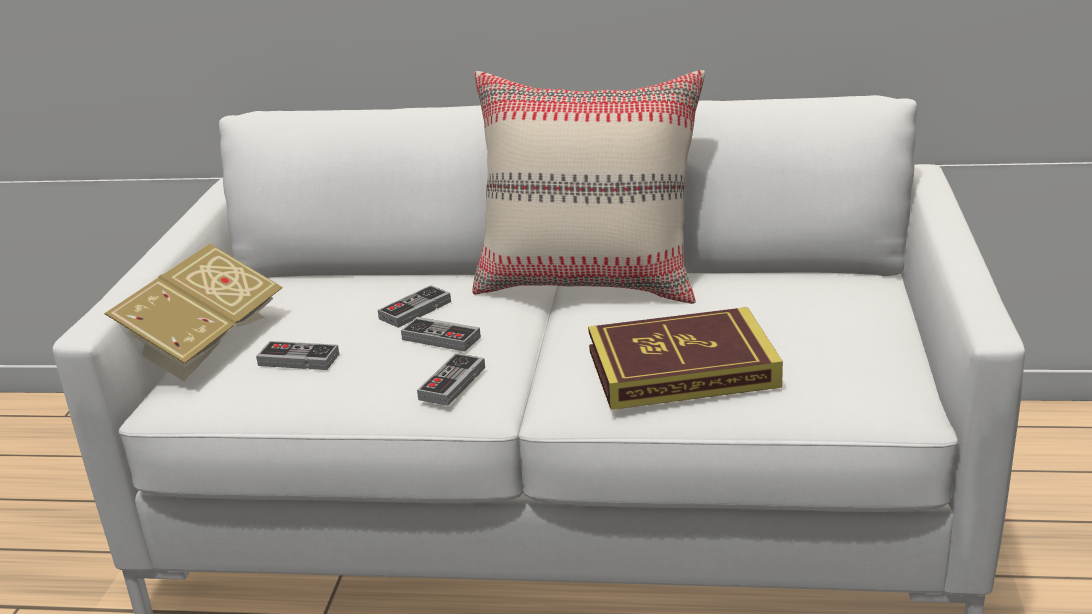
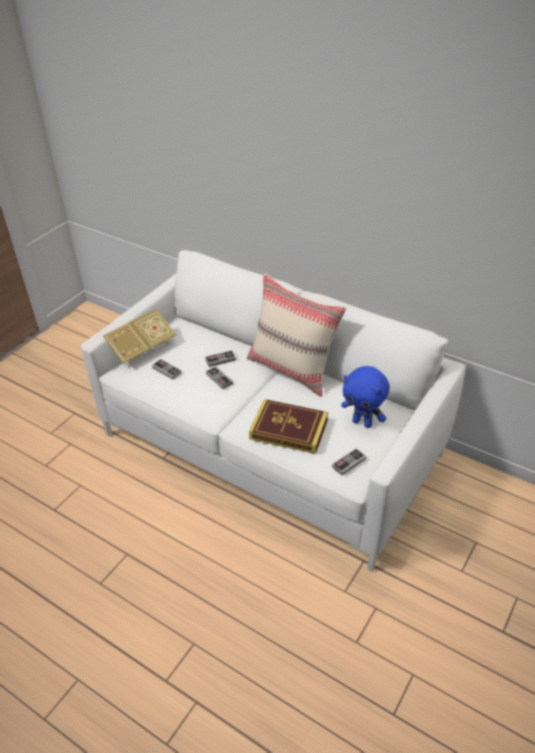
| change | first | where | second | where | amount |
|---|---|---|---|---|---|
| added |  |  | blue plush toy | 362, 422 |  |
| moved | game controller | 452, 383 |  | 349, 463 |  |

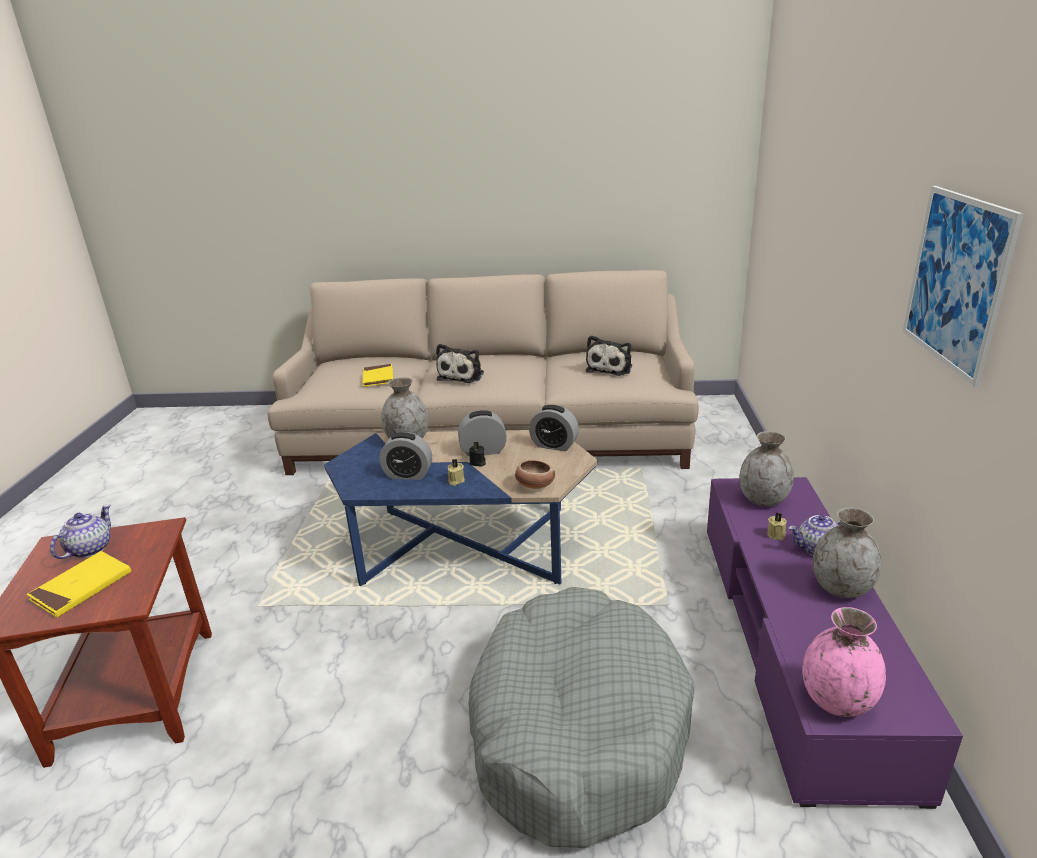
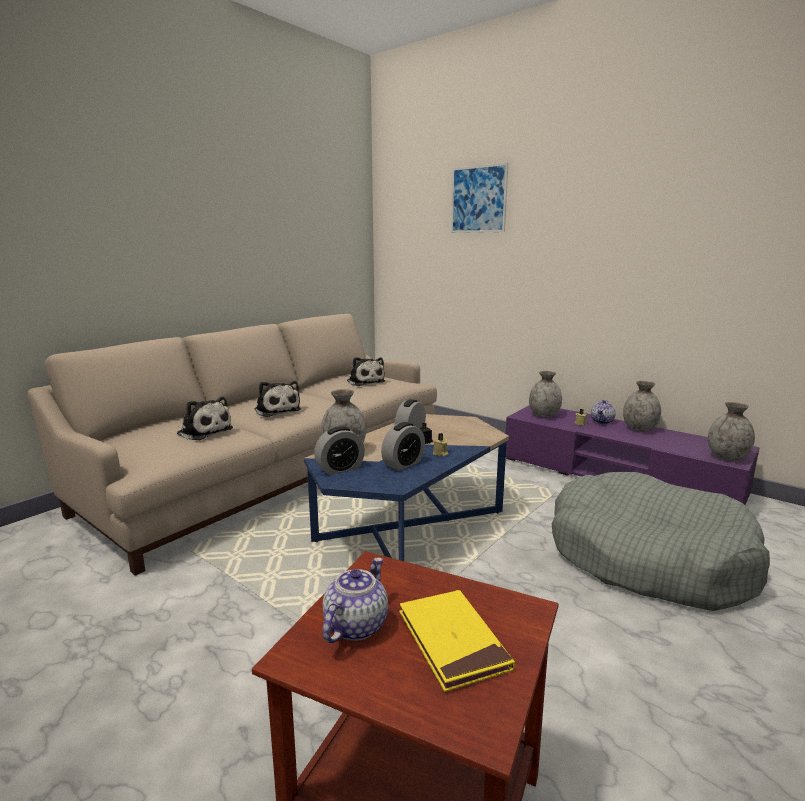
| change | first | where | second | where | amount |
|---|---|---|---|---|---|
| removed | serving bowl | 534, 485 |  |  |  |
| moved | table clock | 554, 445 |  | 340, 469 |  |
| moved | wall art | 956, 281 |  | 478, 199 |  |
| replaced | yellowish volume | 378, 378 | plush toy | 203, 431 |  |
| recoloured | pink vase | 837, 701 | greyish vase | 727, 457 |  |
| turned | pot for tea | 90, 549 |  | 355, 625 | 60 degrees clockwise |

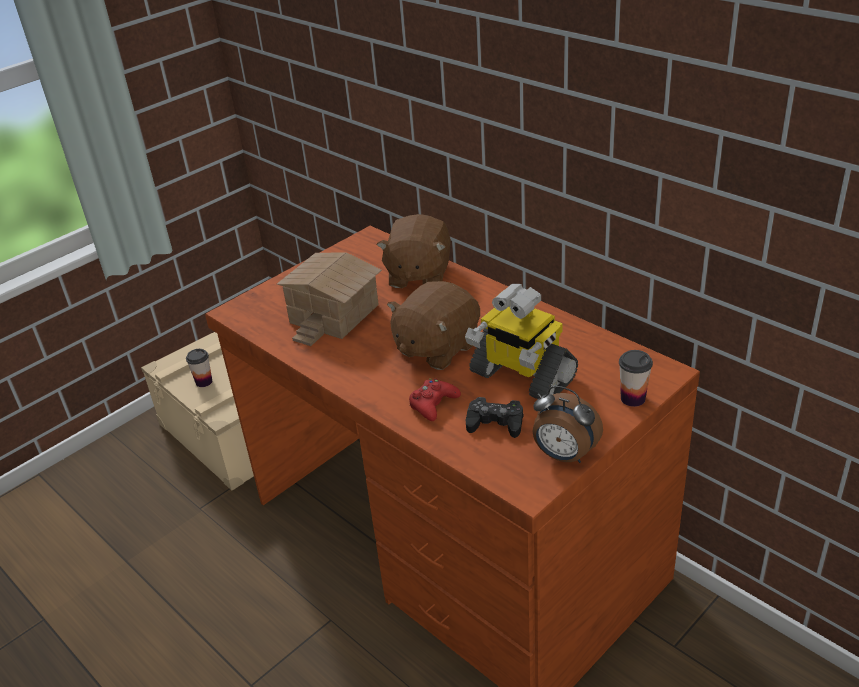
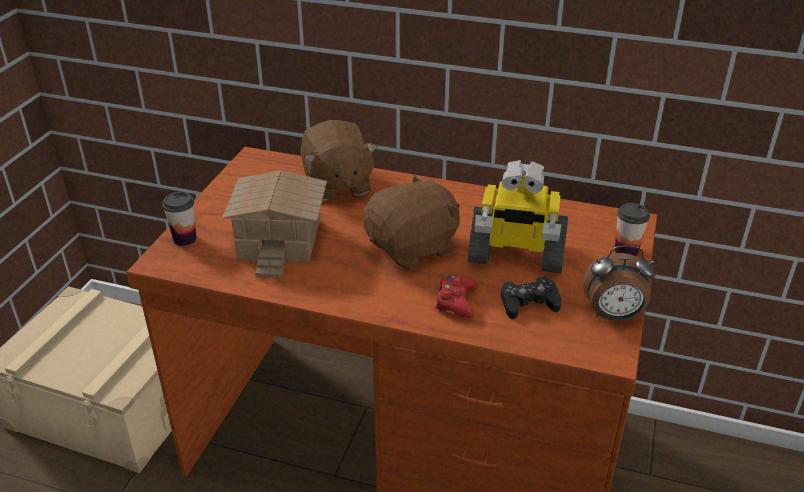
| change | first | where | second | where | amount |
|---|---|---|---|---|---|
| moved | small cup | 204, 382 |  | 185, 239 |  |
| turned | brownish plush toy | 436, 348 |  | 413, 248 | 135 degrees counterclockwise |

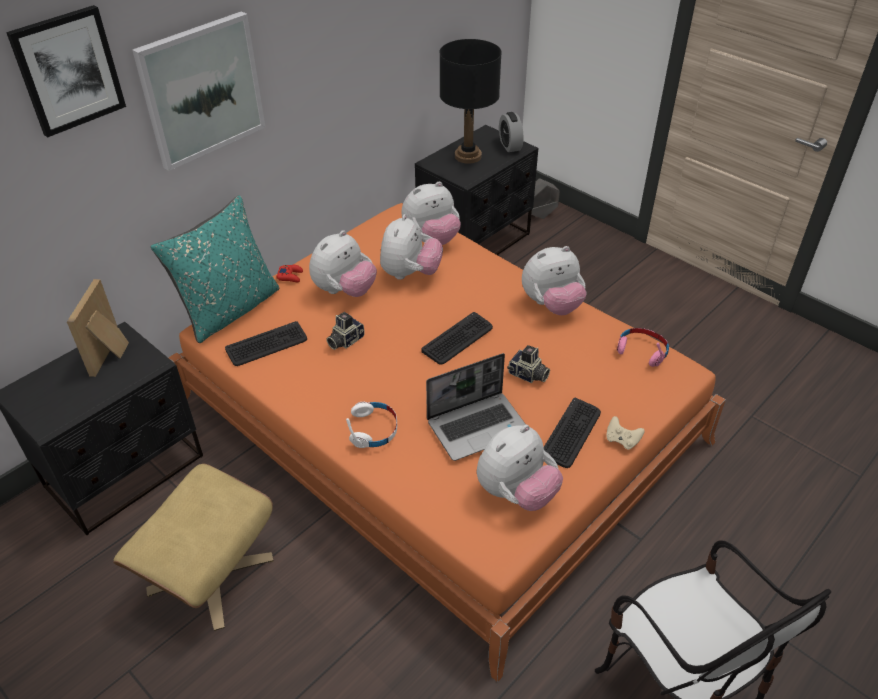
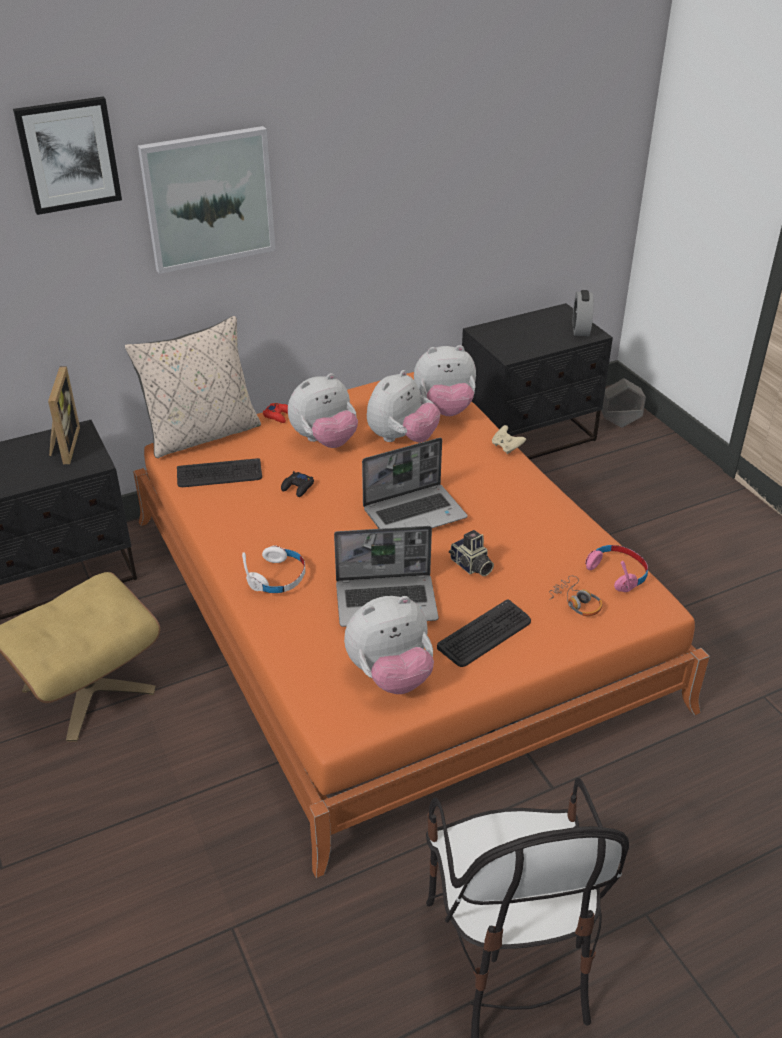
| change | first | where | second | where | amount |
|---|---|---|---|---|---|
| removed | black-coloured table lamp | 468, 156 |  |  |  |
| removed | plush toy | 552, 305 |  |  |  |
| added |  |  | headphones | 576, 602 |  |
| moved | beige-coloured game controller | 622, 440 |  | 506, 447 |  |
| replaced | still camera | 344, 340 | black-coloured game controller | 298, 487 |  |
| replaced | PC keyboard | 458, 339 | notebook computer | 415, 513 |  |
| recoloured | turquoise-coloured cushion | 230, 310 | beige-coloured cushion | 203, 434 |  |
| turned | standing frame | 112, 354 |  | 63, 446 | 150 degrees clockwise |

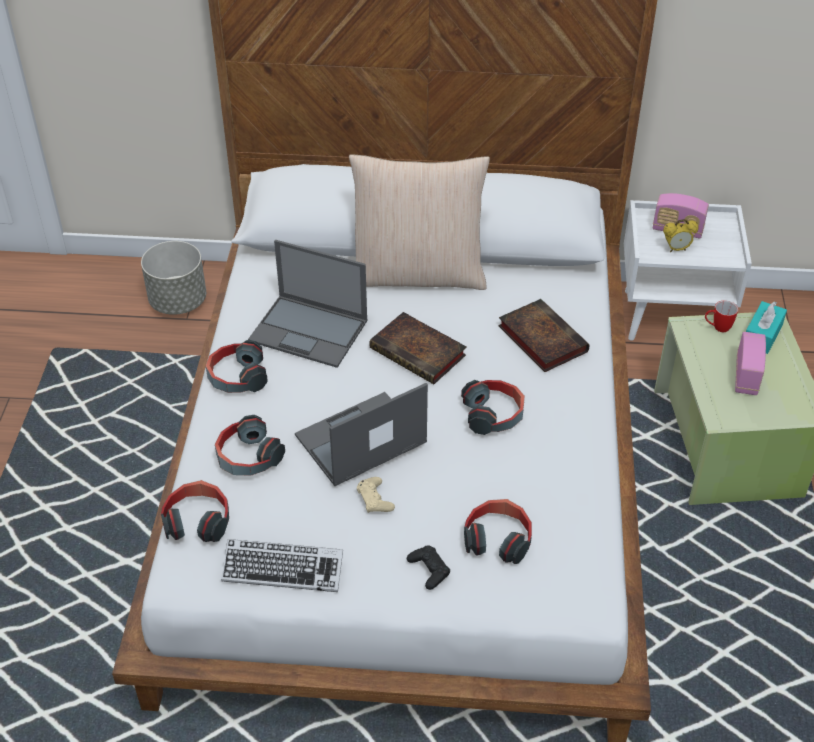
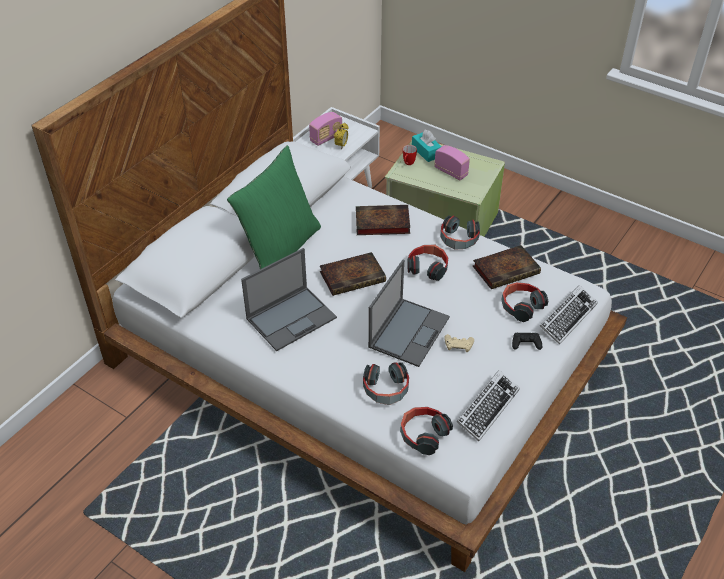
| change | first | where | second | where | amount |
|---|---|---|---|---|---|
| removed | greyish flower pot | 179, 301 |  |  |  |
| added |  |  | volume | 507, 269 |  |
| added |  |  | PC keyboard | 567, 317 |  |
| moved | headphones | 237, 377 |  | 458, 239 |  |
| recoloured | beige-coloured cushion | 418, 273 | green cushion | 280, 249 |  |
| turned | notebook computer | 359, 440 |  | 409, 331 | 150 degrees counterclockwise |

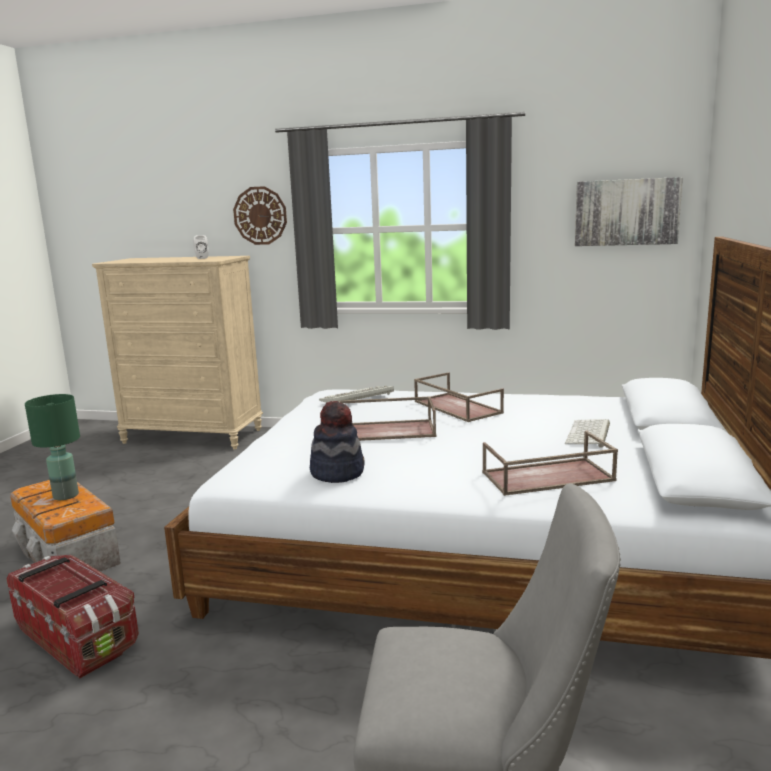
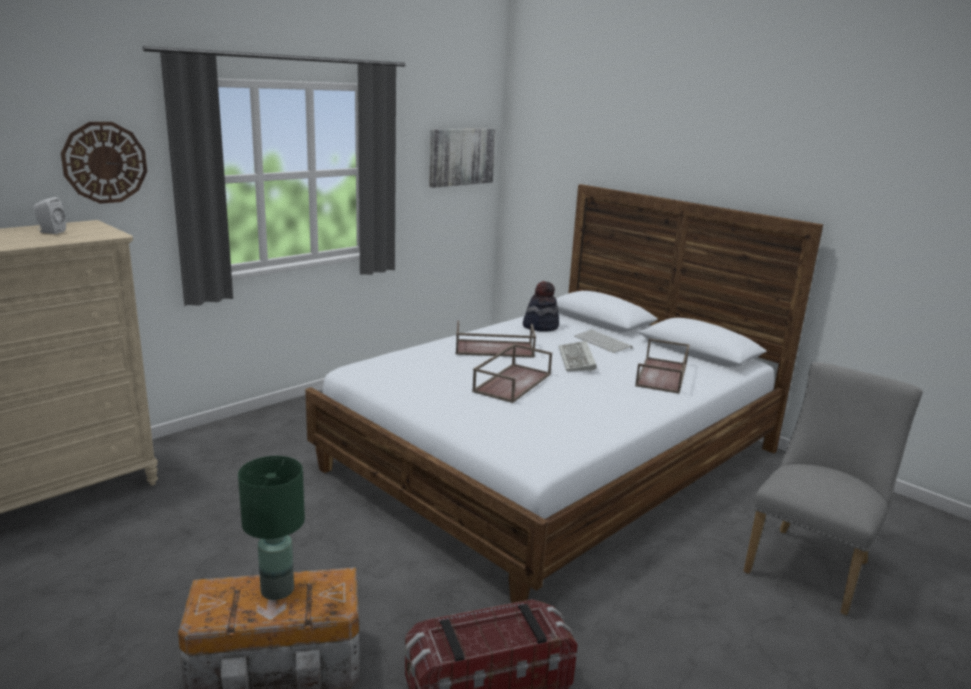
| change | first | where | second | where | amount |
|---|---|---|---|---|---|
| moved | wearable hat | 337, 472 |  | 540, 326 |  |
| moved | PC keyboard | 356, 398 |  | 577, 360 |  |

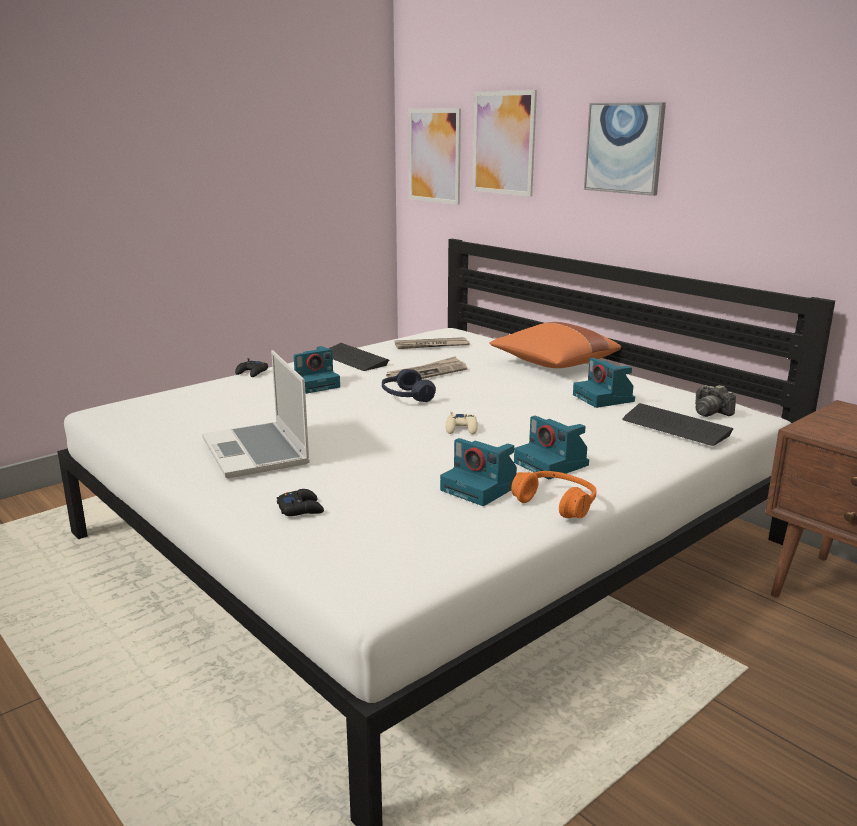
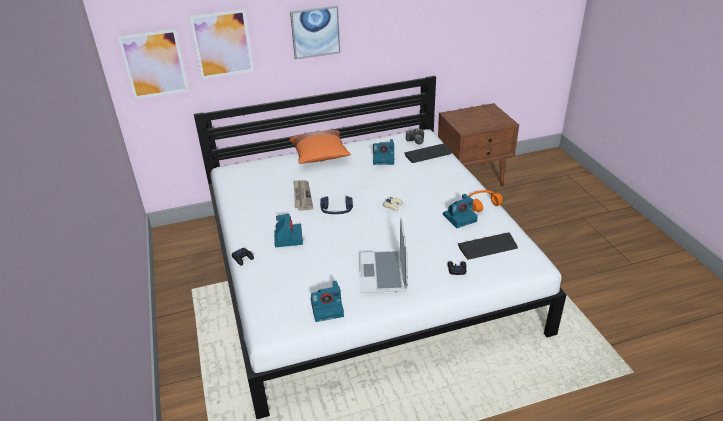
| change | first | where | second | where | amount |
|---|---|---|---|---|---|
| removed | printed paper | 430, 346 |  |  |  |
| moved | PC keyboard | 353, 359 |  | 487, 247 |  |
| moved | still camera | 552, 464 |  | 327, 308 |  |
| turned | notebook computer | 257, 452 |  | 383, 273 | 90 degrees clockwise |

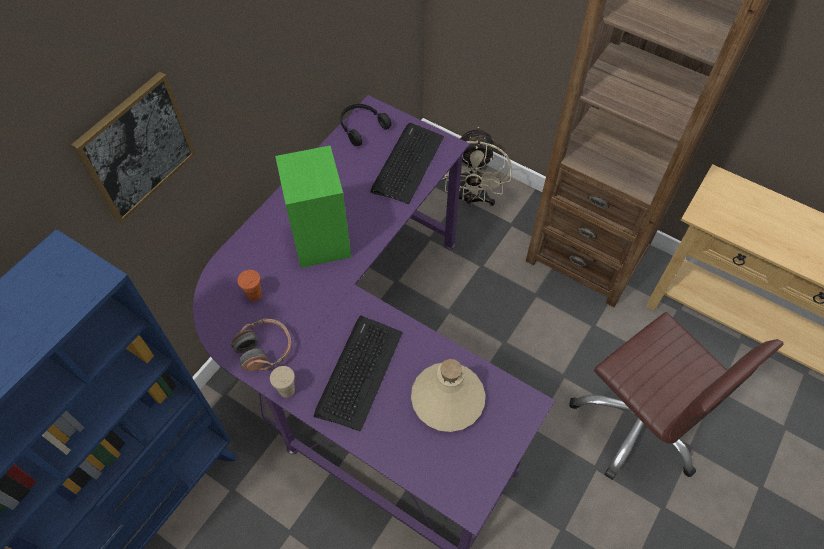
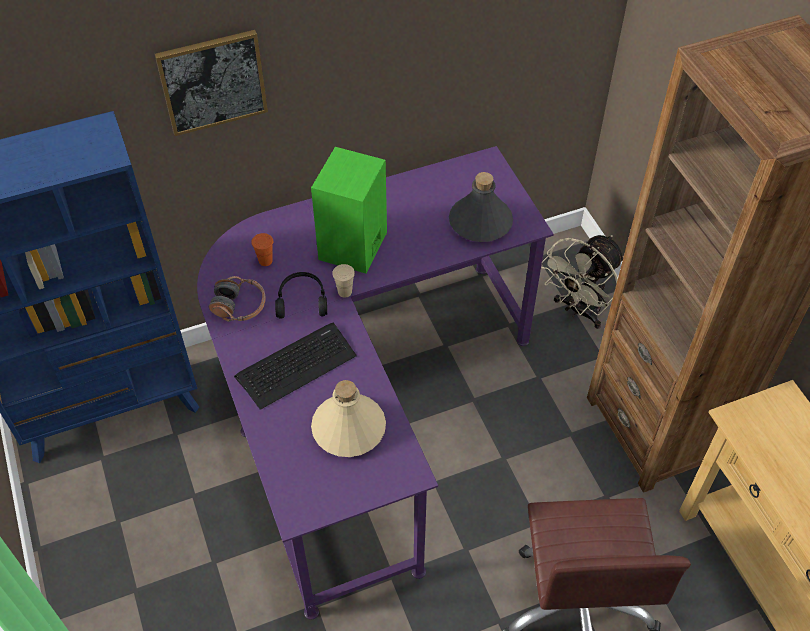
| change | first | where | second | where | amount |
|---|---|---|---|---|---|
| moved | beige-coloured small cup | 287, 390 |  | 345, 292 |  |
| moved | black-coloured headphones | 361, 127 |  | 302, 300 |  |
| replaced | PC keyboard | 407, 163 | greyish beverage bottle | 480, 222 |  |

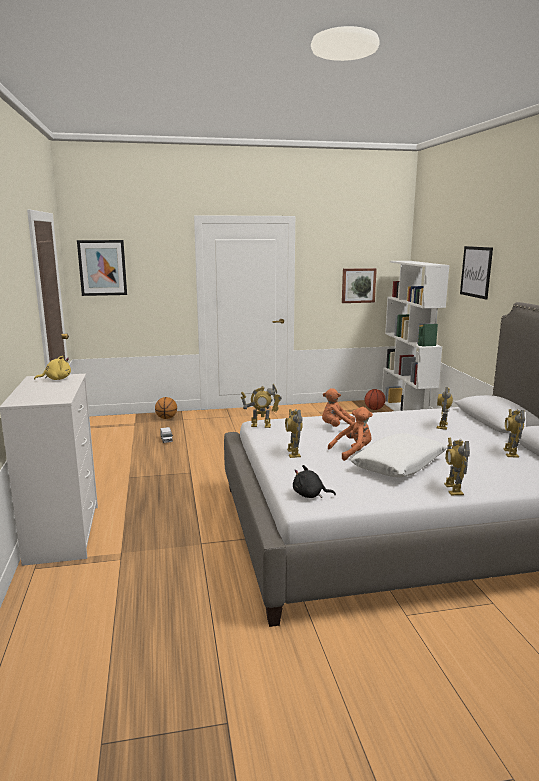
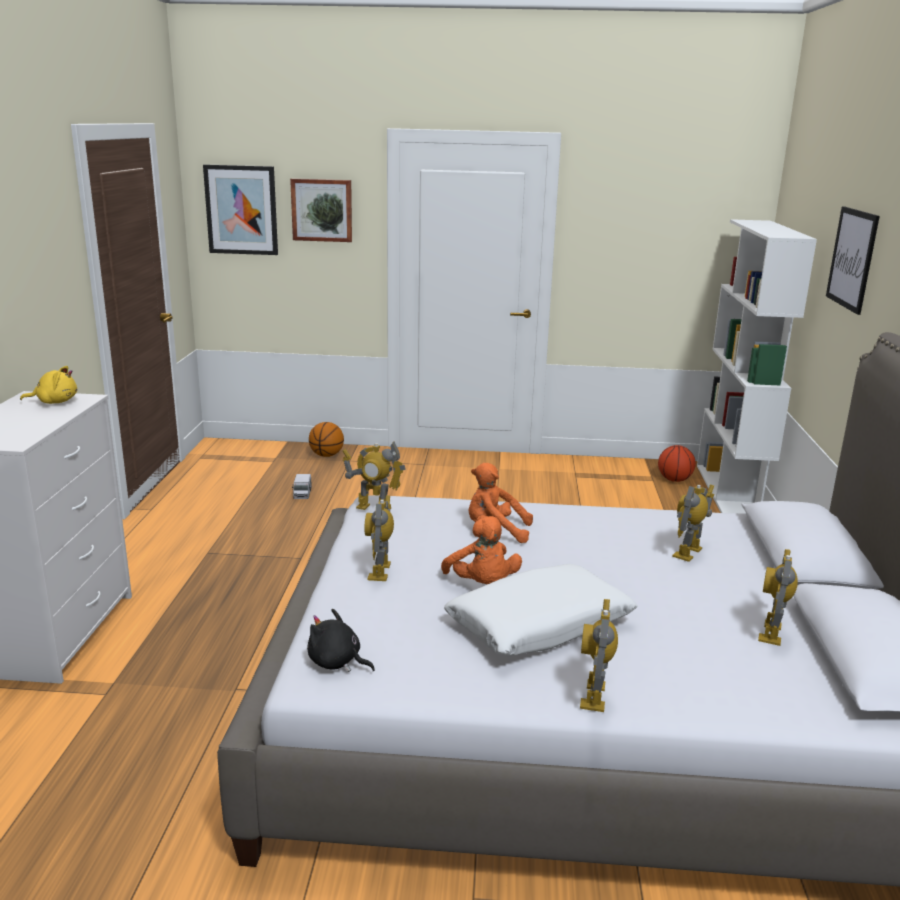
| change | first | where | second | where | amount |
|---|---|---|---|---|---|
| moved | wall art | 358, 285 |  | 322, 210 |  |
| turned | orangey plush toy | 353, 452 |  | 482, 584 | 75 degrees clockwise |

